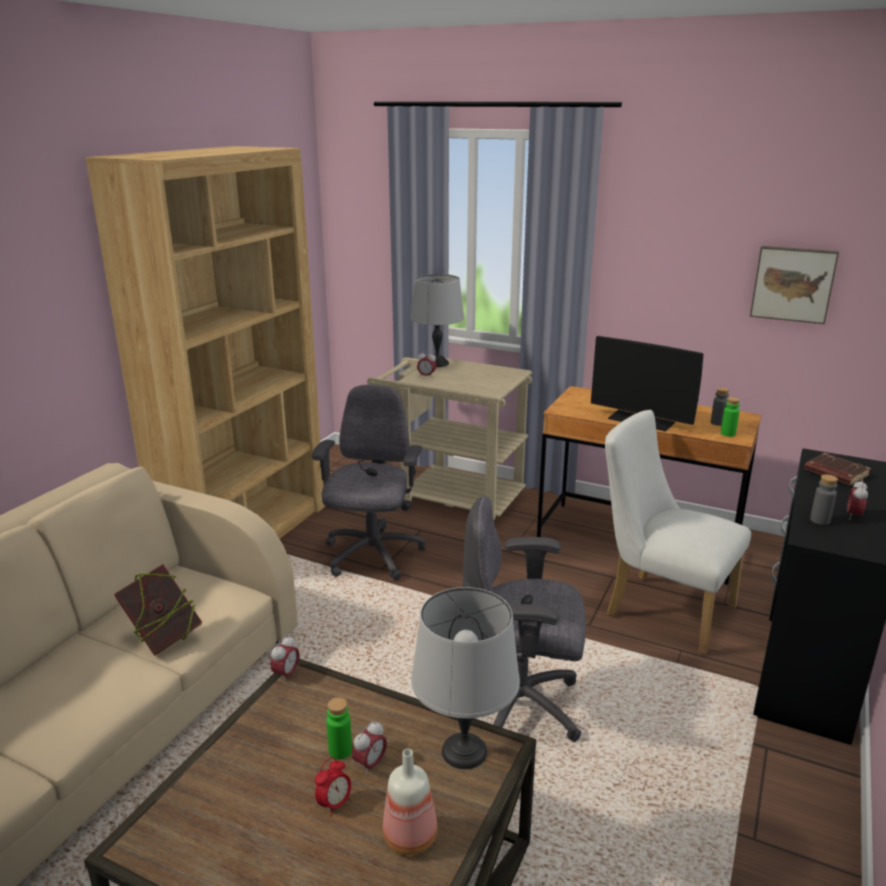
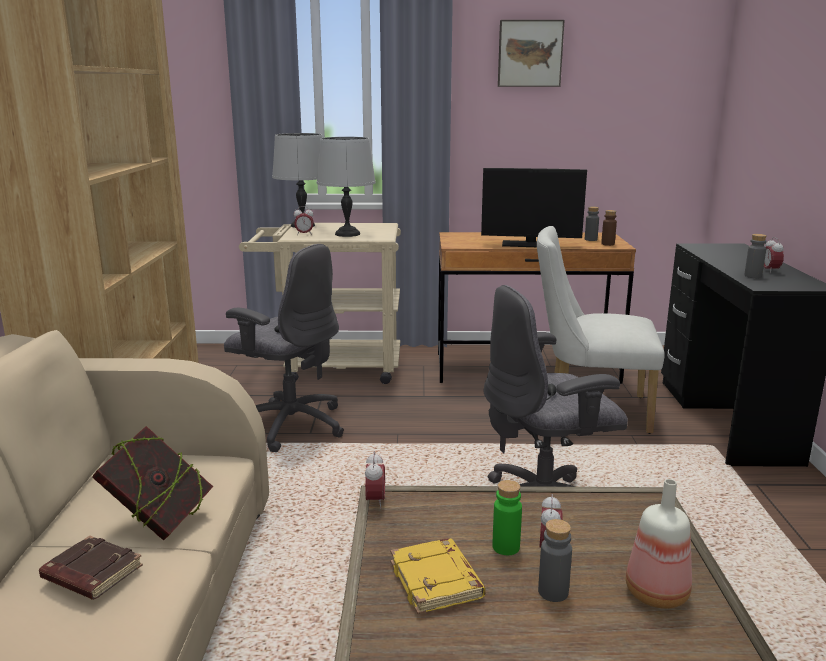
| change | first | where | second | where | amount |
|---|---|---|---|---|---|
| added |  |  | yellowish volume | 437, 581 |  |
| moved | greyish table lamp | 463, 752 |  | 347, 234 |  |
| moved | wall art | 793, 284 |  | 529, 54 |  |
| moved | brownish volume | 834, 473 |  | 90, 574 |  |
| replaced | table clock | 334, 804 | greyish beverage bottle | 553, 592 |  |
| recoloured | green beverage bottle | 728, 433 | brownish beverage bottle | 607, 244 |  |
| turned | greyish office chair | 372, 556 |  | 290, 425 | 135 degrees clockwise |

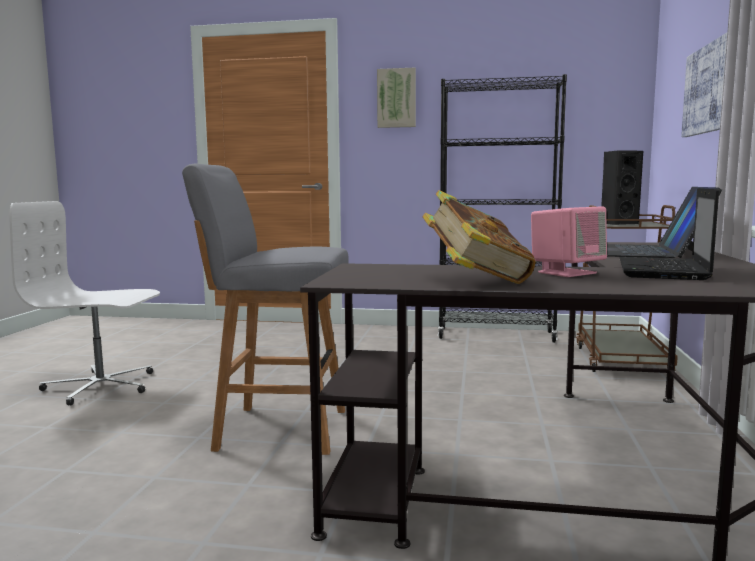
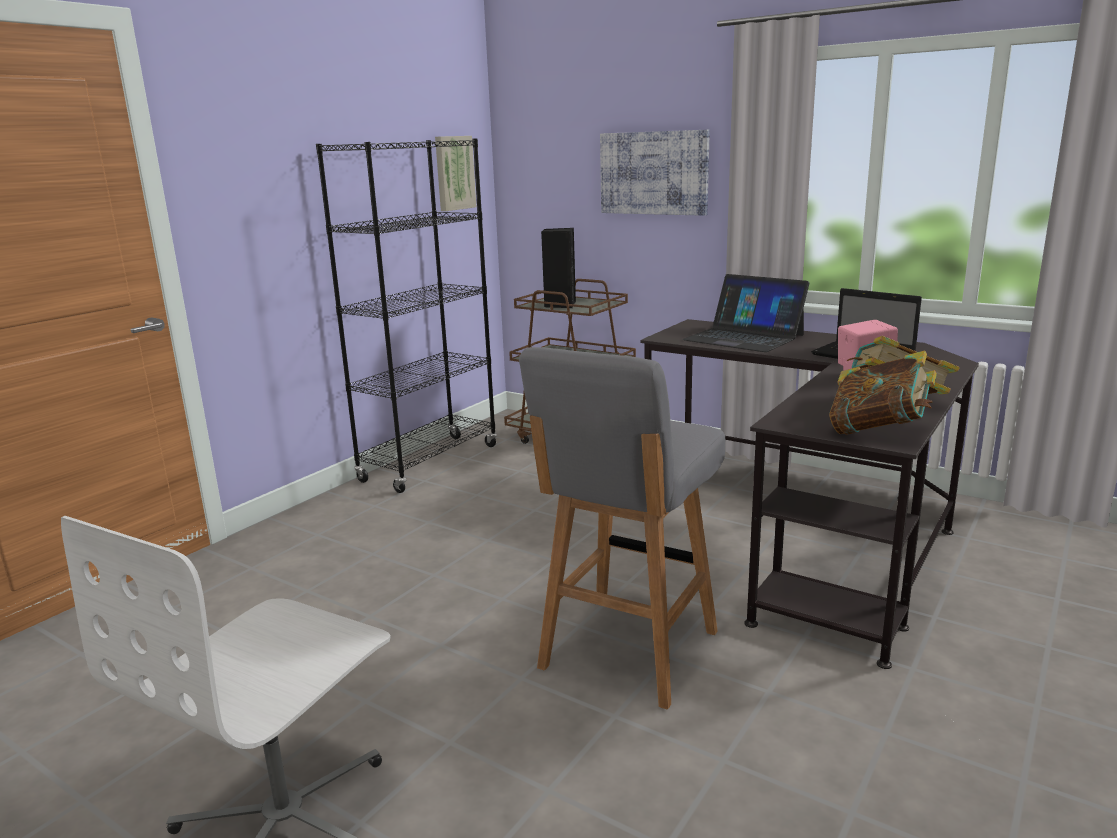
| change | first | where | second | where | amount |
|---|---|---|---|---|---|
| added |  |  | volume | 879, 431 |  |
| moved | wall art | 396, 98 |  | 453, 173 |  |

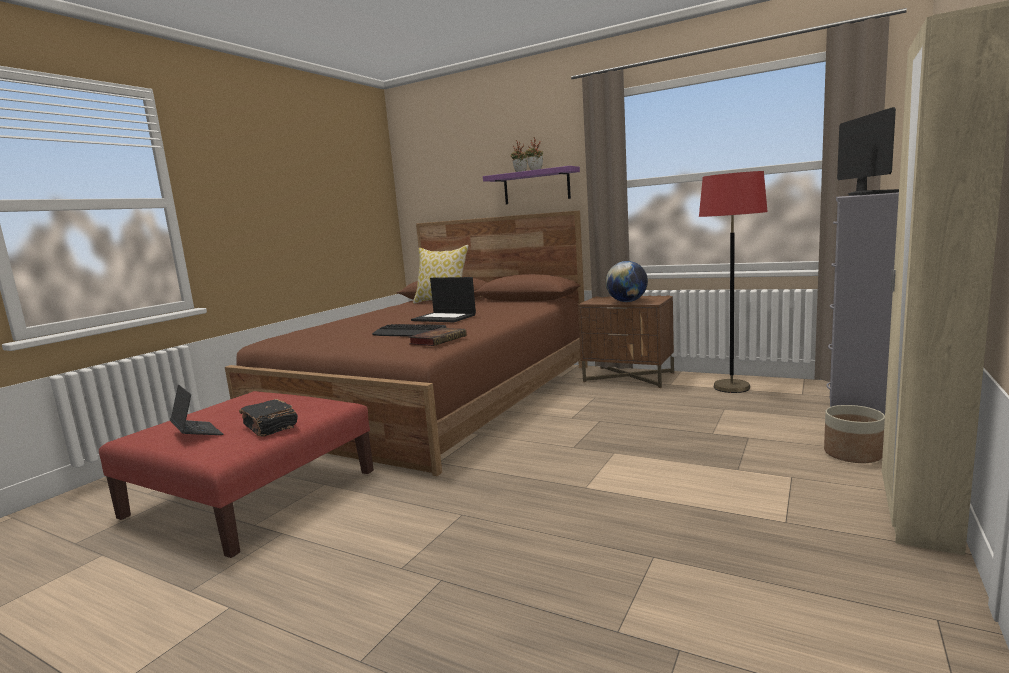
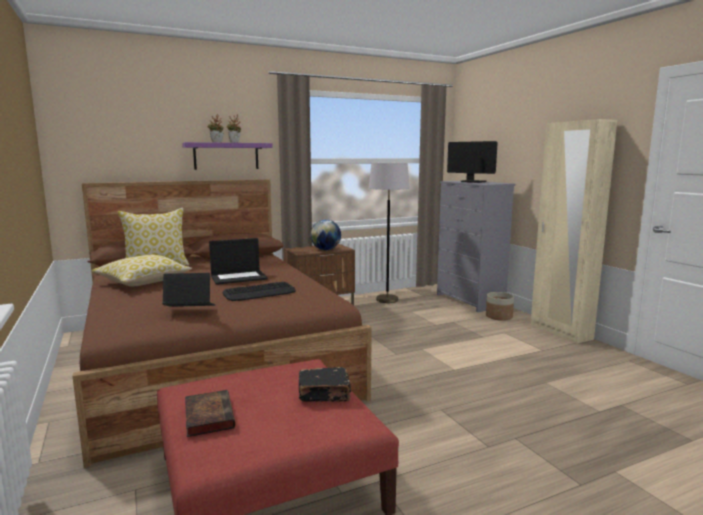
| change | first | where | second | where | amount |
|---|---|---|---|---|---|
| added |  |  | cushion | 143, 282 |  |
| moved | notebook computer | 197, 433 |  | 190, 309 |  |
| moved | volume | 438, 340 |  | 208, 416 |  |
| recoloured | red-coloured standard lamp | 731, 387 | greyish standard lamp | 387, 299 |  |

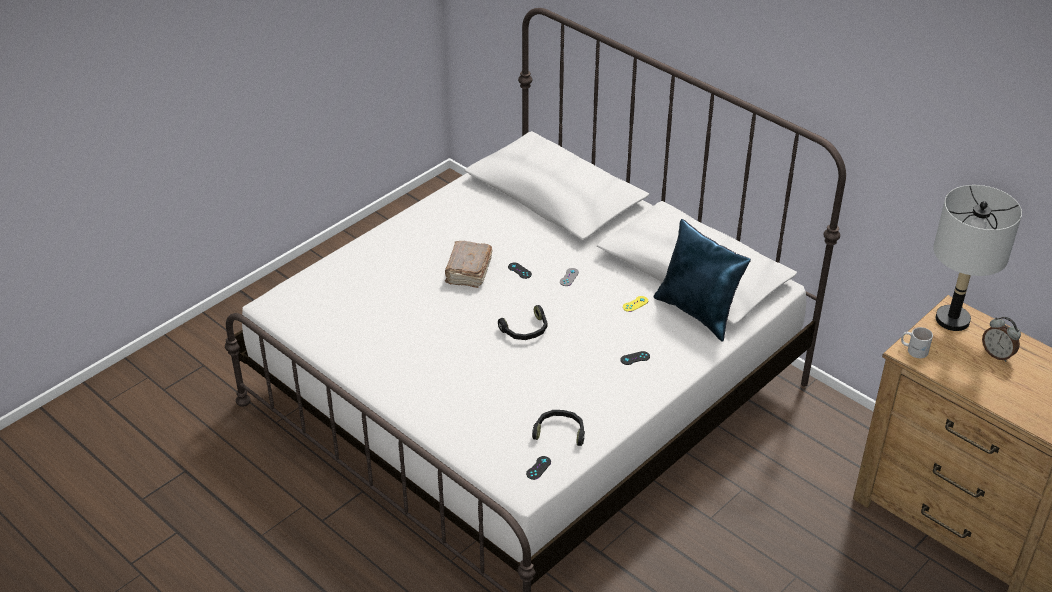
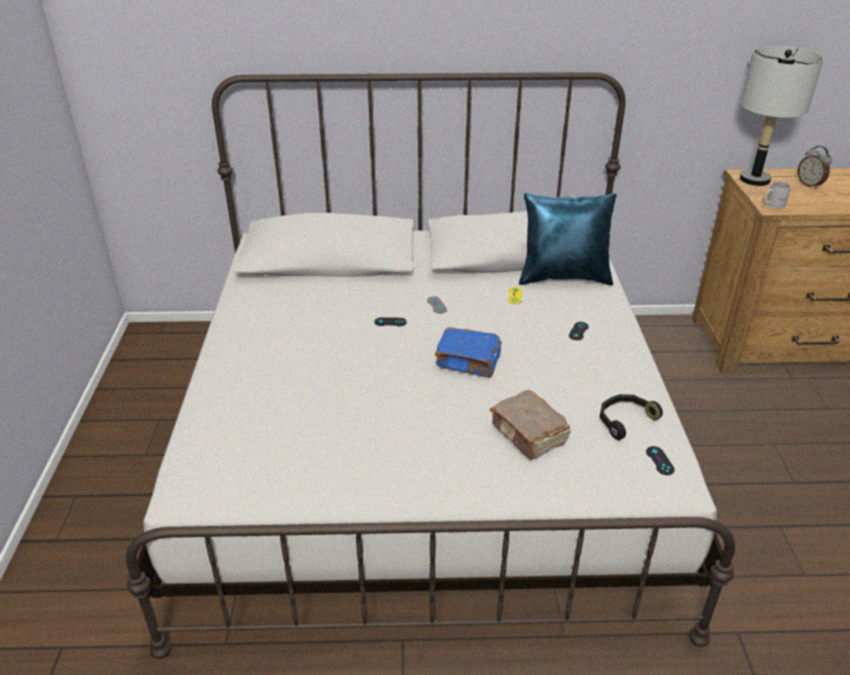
| change | first | where | second | where | amount |
|---|---|---|---|---|---|
| moved | brownish volume | 468, 272 |  | 529, 434 |  |
| replaced | black-coloured headphones | 526, 330 | blue volume | 469, 362 |  |
| turned | table clock | 997, 354 |  | 809, 184 | 60 degrees clockwise |

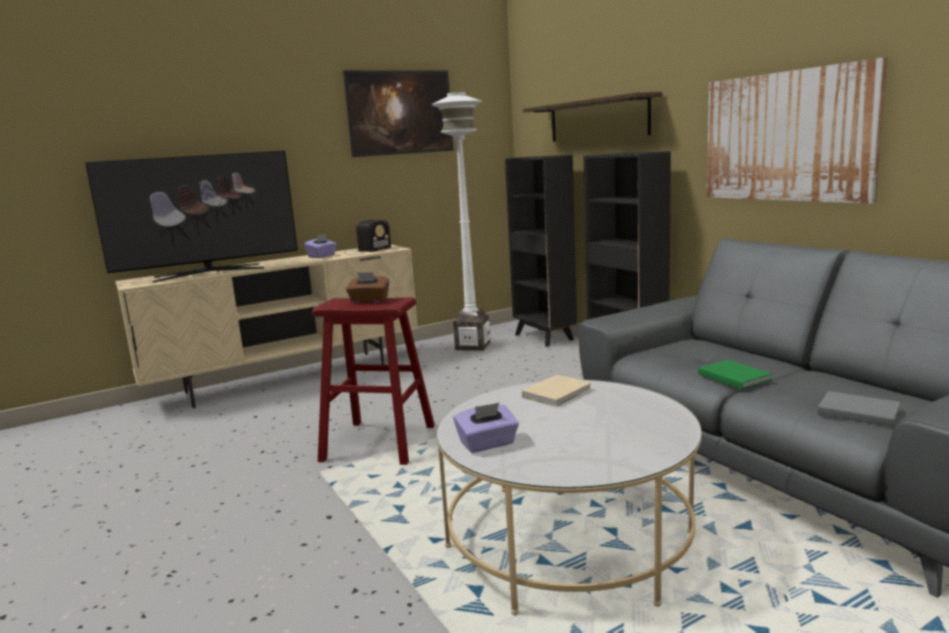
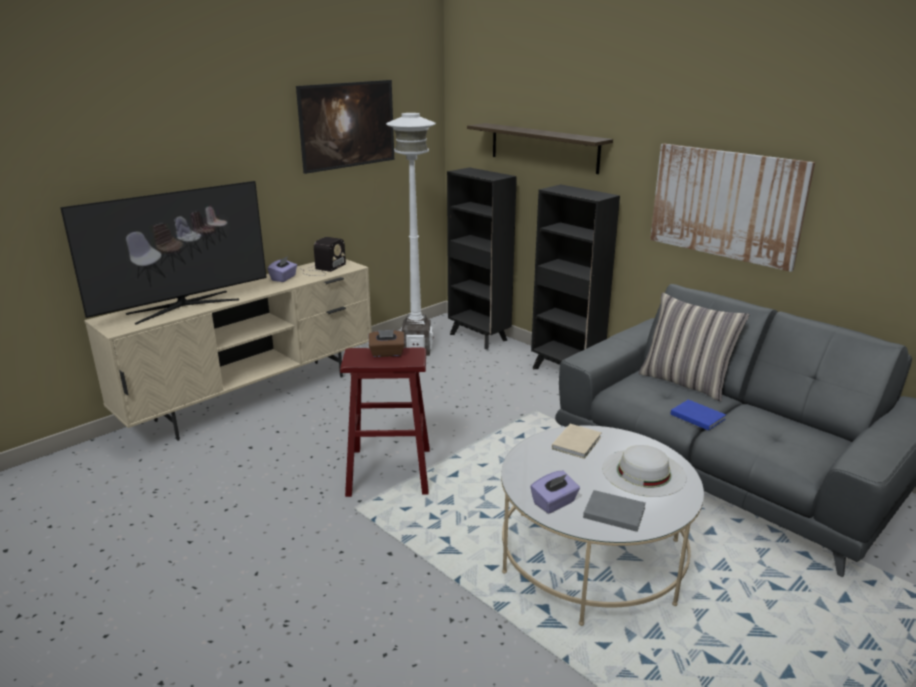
| change | first | where | second | where | amount |
|---|---|---|---|---|---|
| added |  |  | white-coloured wearable hat | 643, 472 |  |
| added |  |  | cushion | 685, 382 |  |
| moved | greyish volume | 856, 411 |  | 612, 512 |  |
| recoloured | green volume | 733, 376 | blue volume | 697, 416 |  |

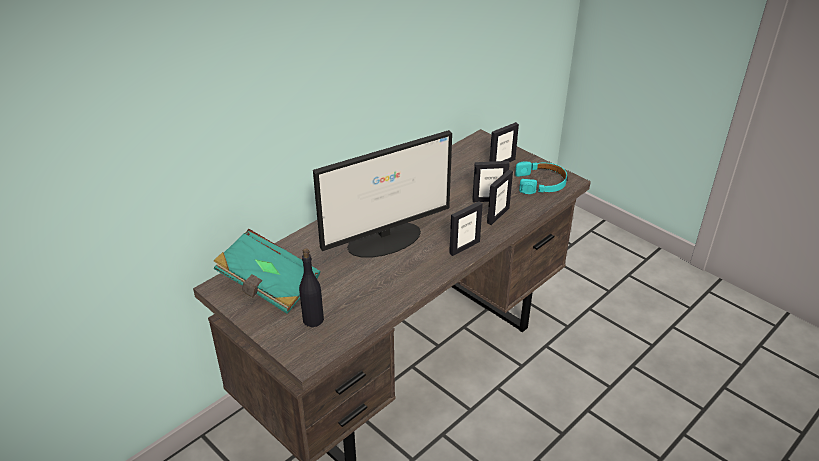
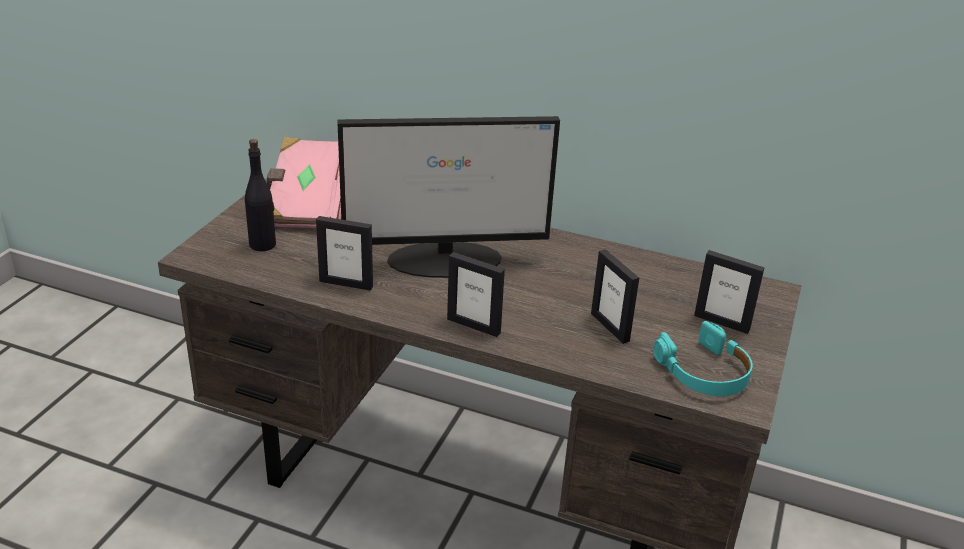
| change | first | where | second | where | amount |
|---|---|---|---|---|---|
| moved | standing frame | 498, 215 |  | 346, 283 |  |
| recoloured | turquoise-coloured volume | 268, 285 | pink volume | 309, 204 |  |
| turned | computer display | 385, 239 |  | 446, 260 | 45 degrees counterclockwise |

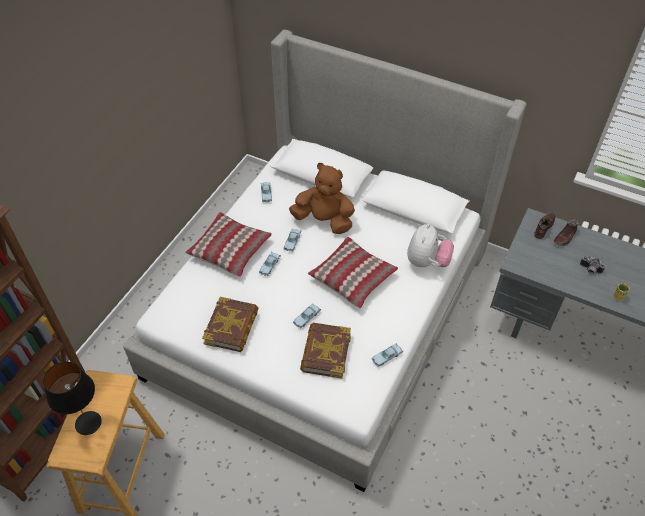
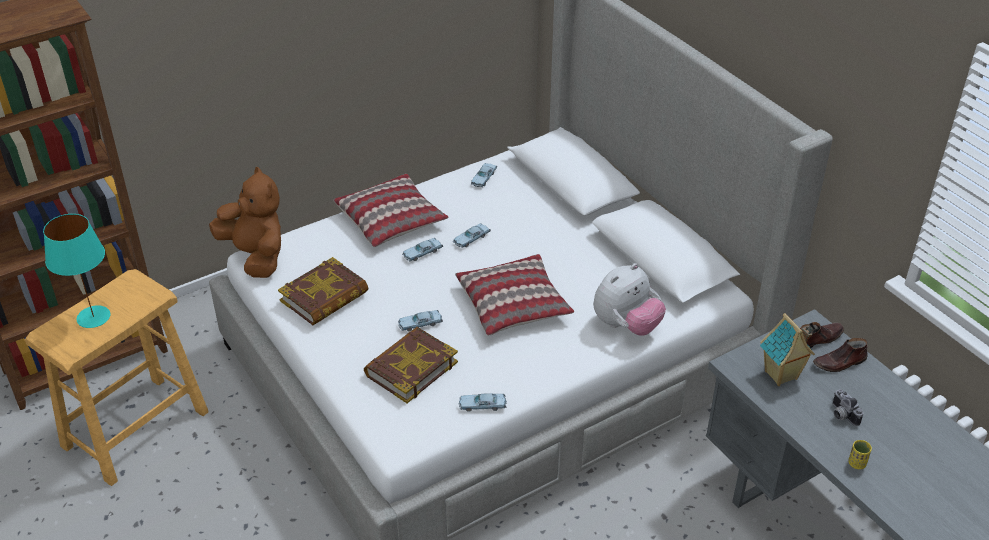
| change | first | where | second | where | amount |
|---|---|---|---|---|---|
| added |  |  | model house | 781, 376 |  |
| moved | brownish plush toy | 324, 220 |  | 256, 256 |  |
| recoloured | black-coloured table lamp | 88, 423 | turquoise-coloured table lamp | 93, 317 |  |

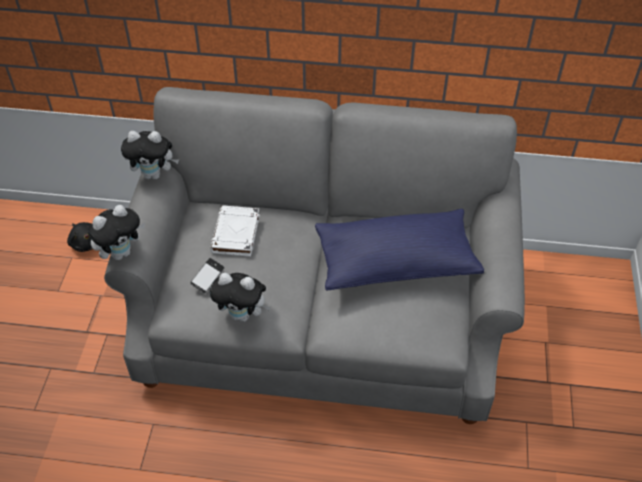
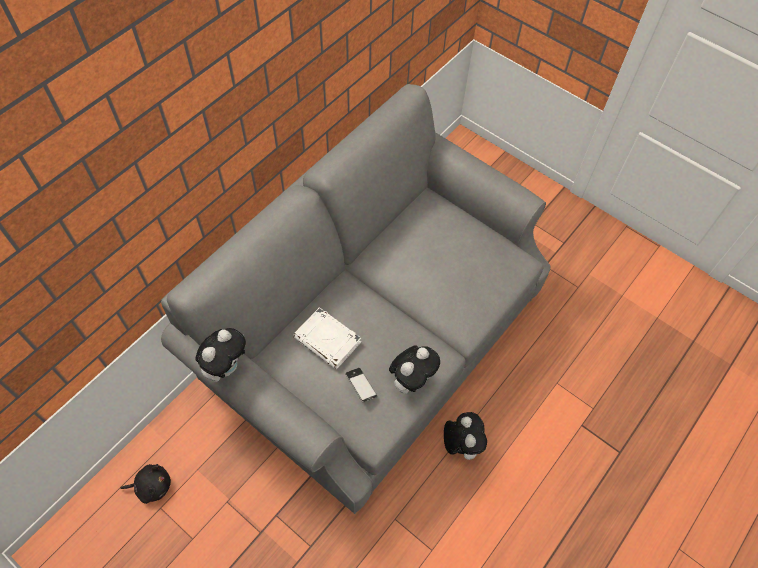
| change | first | where | second | where | amount |
|---|---|---|---|---|---|
| removed | blue cushion | 395, 263 |  |  |  |
| moved | plush toy | 121, 253 |  | 461, 444 |  |

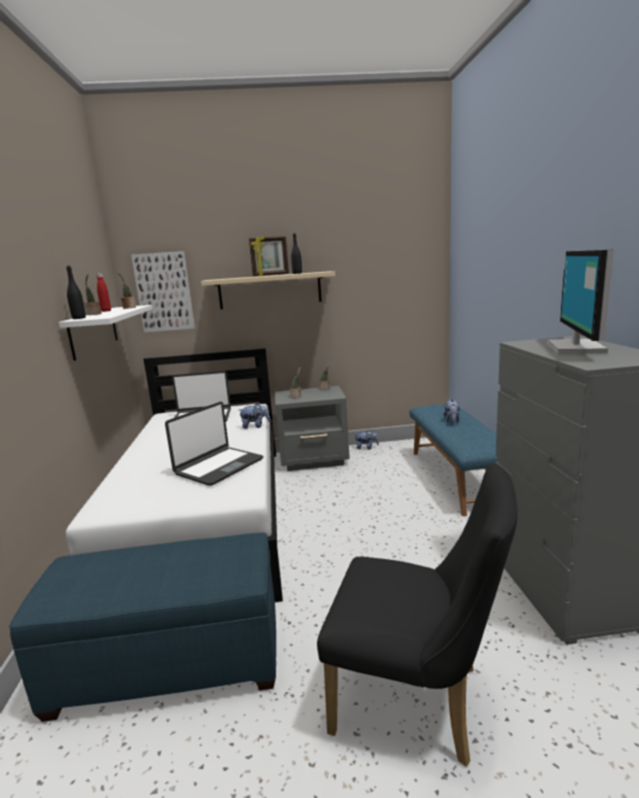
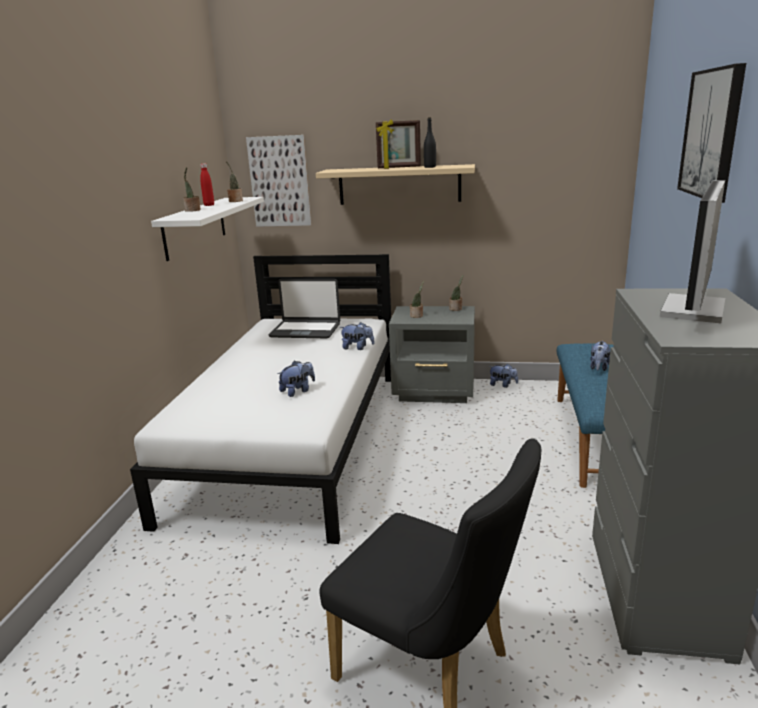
| change | first | where | second | where | amount |
|---|---|---|---|---|---|
| removed | blue footrest | 171, 662 |  |  |  |
| removed | black-coloured beverage bottle | 79, 318 |  |  |  |
| added |  |  | wall art | 712, 133 |  |
| replaced | notebook computer | 218, 466 | plush toy | 298, 391 |  |

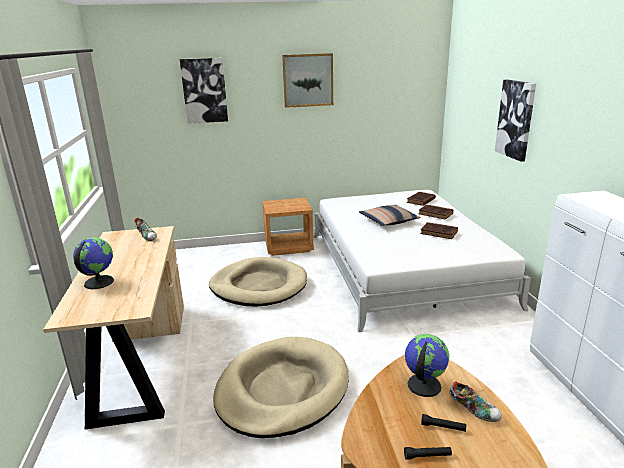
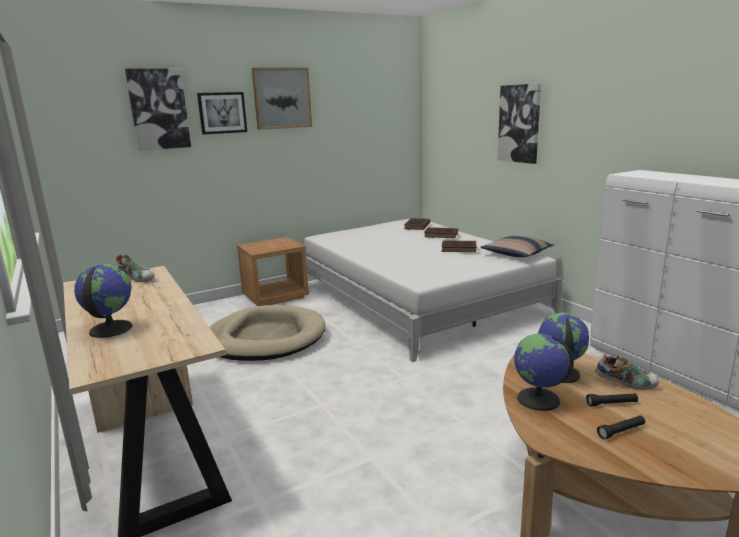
| change | first | where | second | where | amount |
|---|---|---|---|---|---|
| removed | beige-coloured dog bed | 282, 389 |  |  |  |
| added |  |  | wall art | 222, 113 |  |
| added |  |  | world globe | 538, 400 |  |
| moved | cushion | 388, 221 |  | 516, 254 |  |

